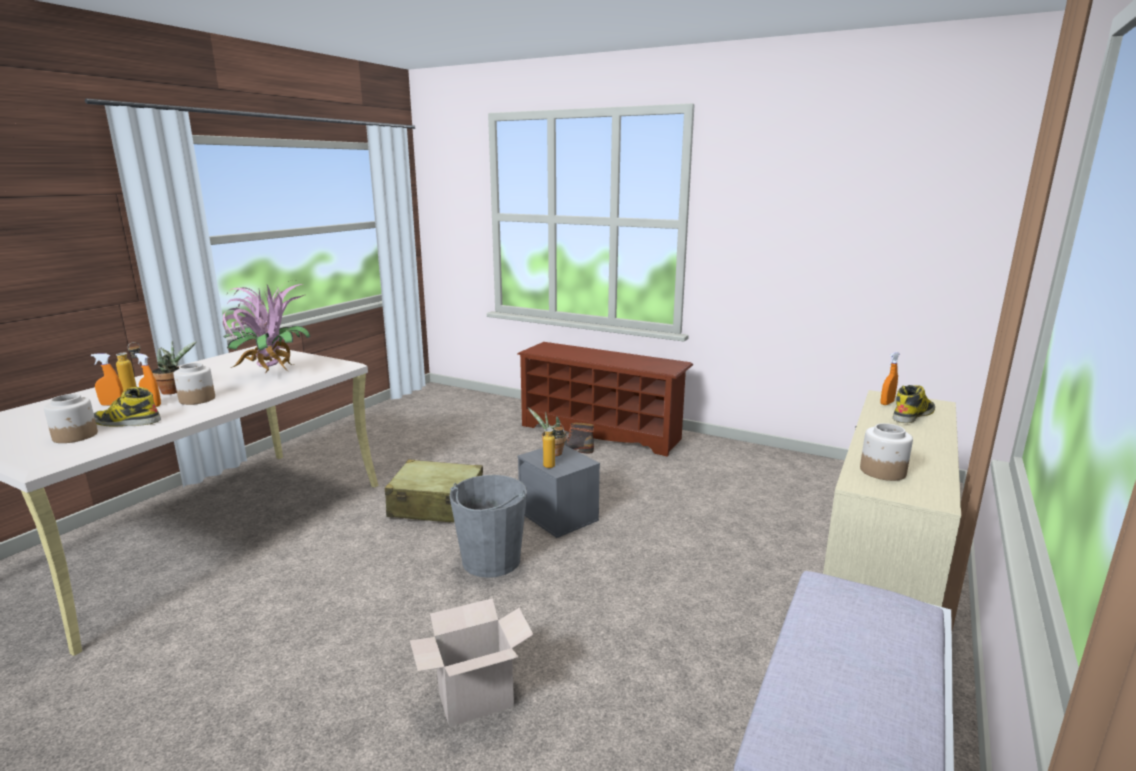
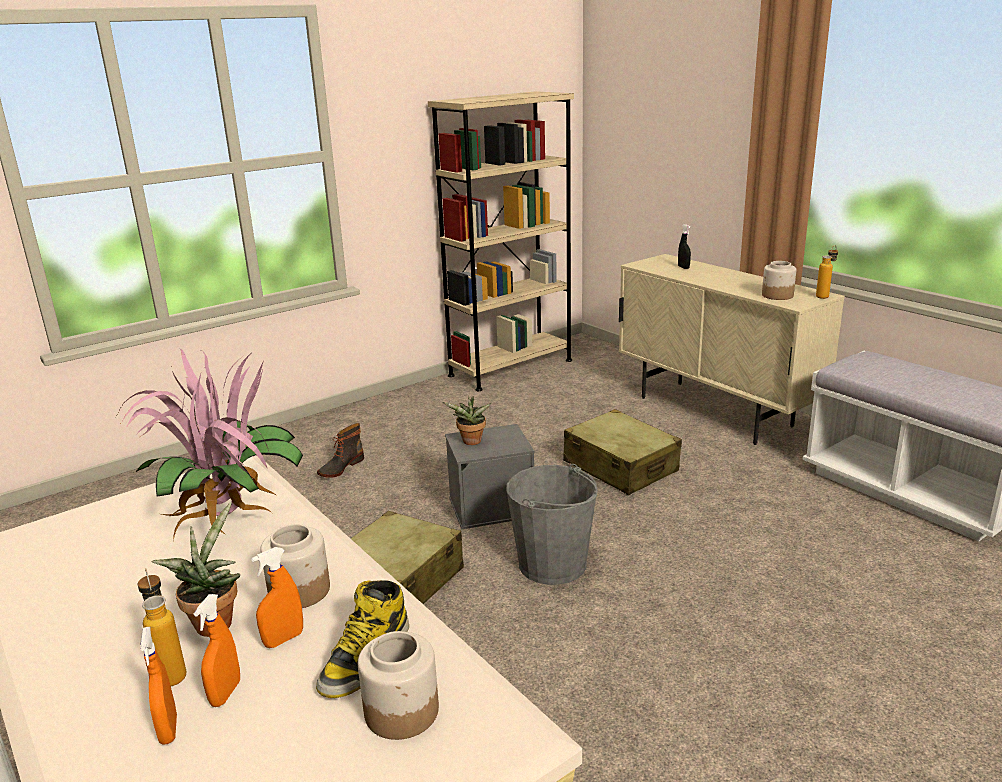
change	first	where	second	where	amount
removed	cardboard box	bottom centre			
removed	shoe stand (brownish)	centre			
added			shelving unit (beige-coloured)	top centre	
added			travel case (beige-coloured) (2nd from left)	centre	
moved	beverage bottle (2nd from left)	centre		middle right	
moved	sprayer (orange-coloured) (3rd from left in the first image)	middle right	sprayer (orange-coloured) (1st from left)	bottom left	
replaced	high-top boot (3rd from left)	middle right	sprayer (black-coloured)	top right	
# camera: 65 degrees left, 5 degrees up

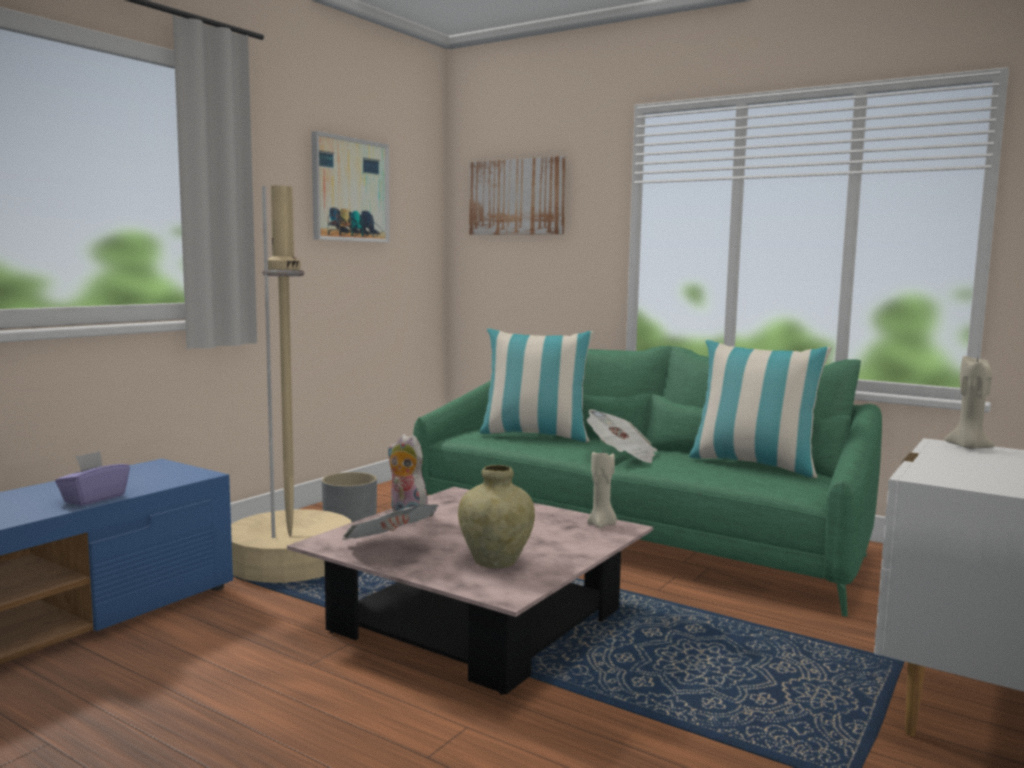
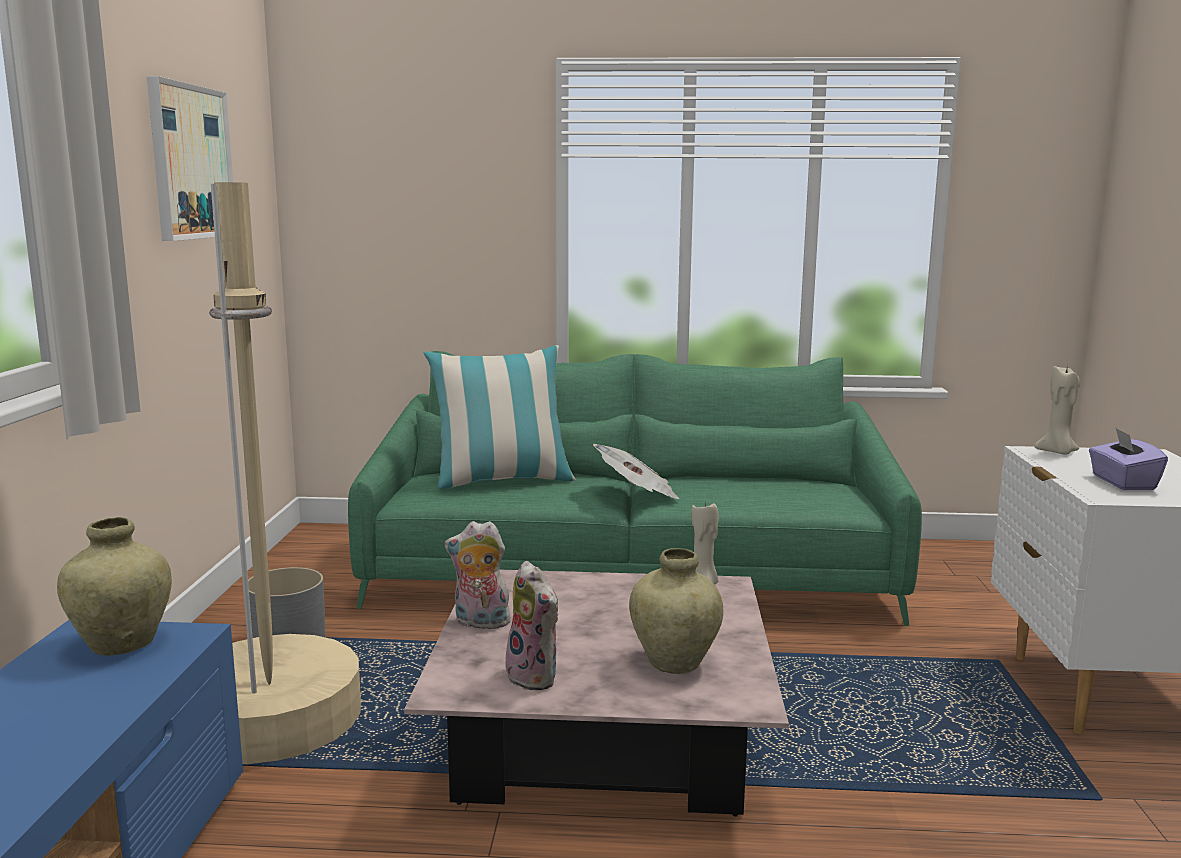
change	first	where	second	where	amount
removed	picture (2nd from left)	top centre			
removed	throw pillow (2nd from left)	middle right			
added			flower vase (beige-coloured) (1st from left)	bottom left	
moved	tissue holder (purple-coloured)	middle left		middle right	
replaced	newspaper (1st from left)	bottom centre	soft toy (2nd from left)	bottom centre	
# camera: 30 degrees left, 5 degrees up

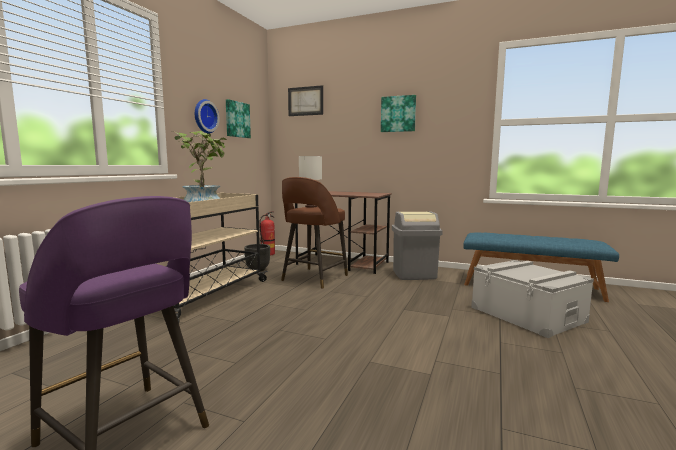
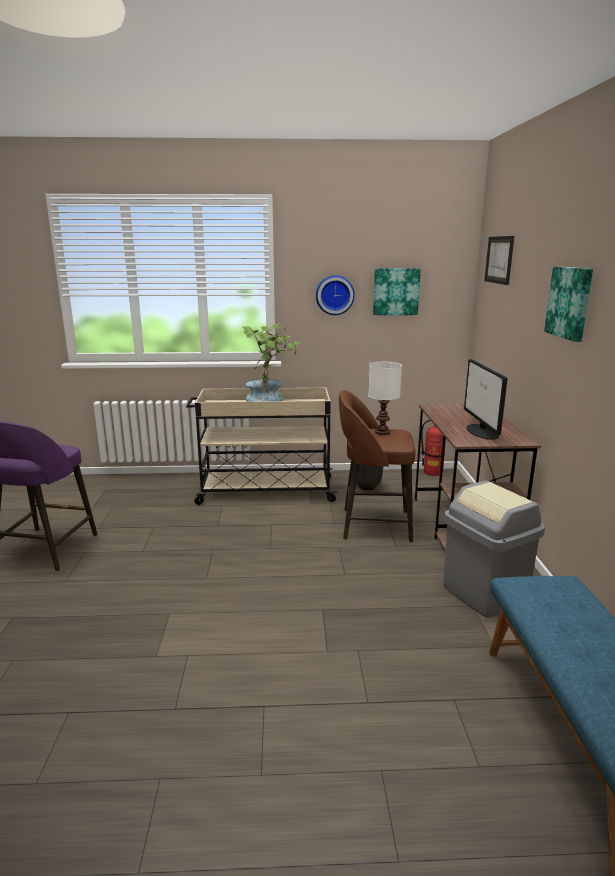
change	first	where	second	where	amount
removed	storage container (gray)	middle right			
added			computer screen	middle right	
# camera: 65 degrees right, 10 degrees up

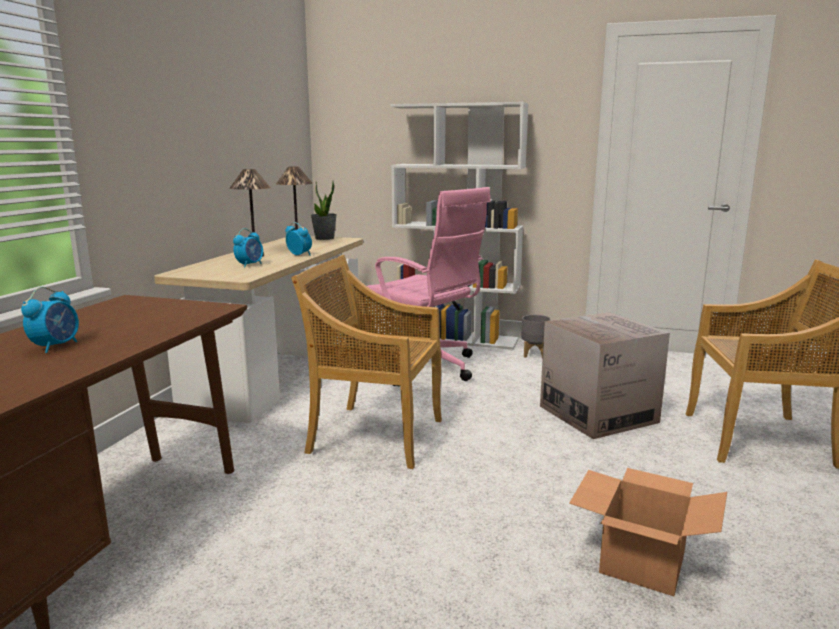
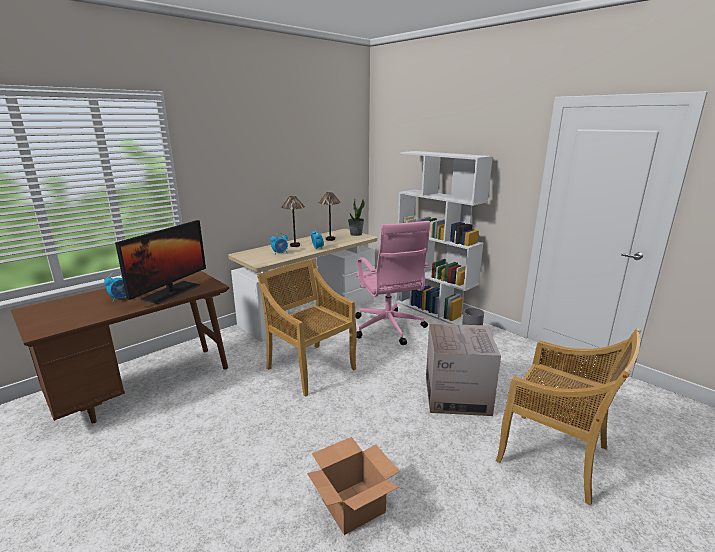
change	first	where	second	where	amount
added			computer screen	middle left	
# camera: 30 degrees right, 5 degrees up

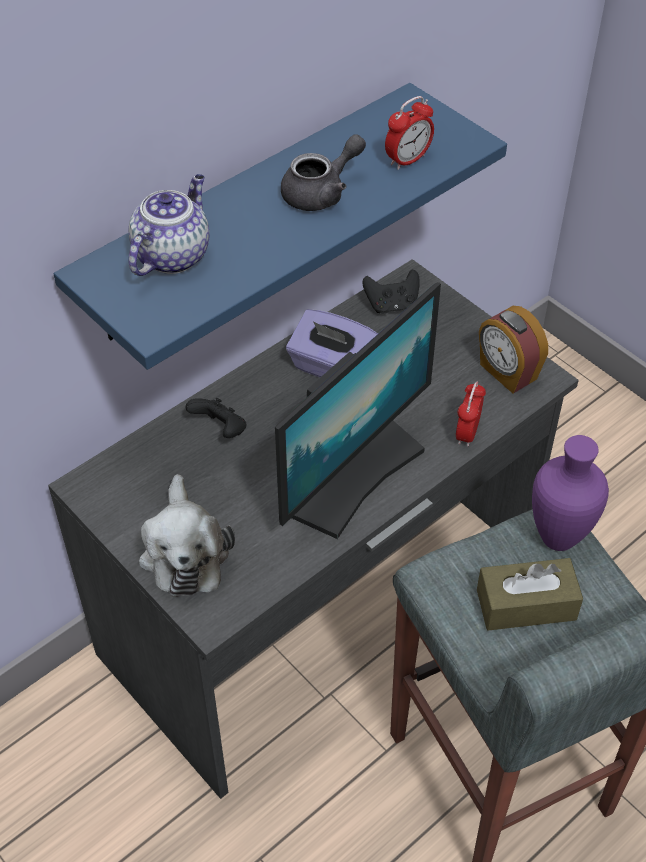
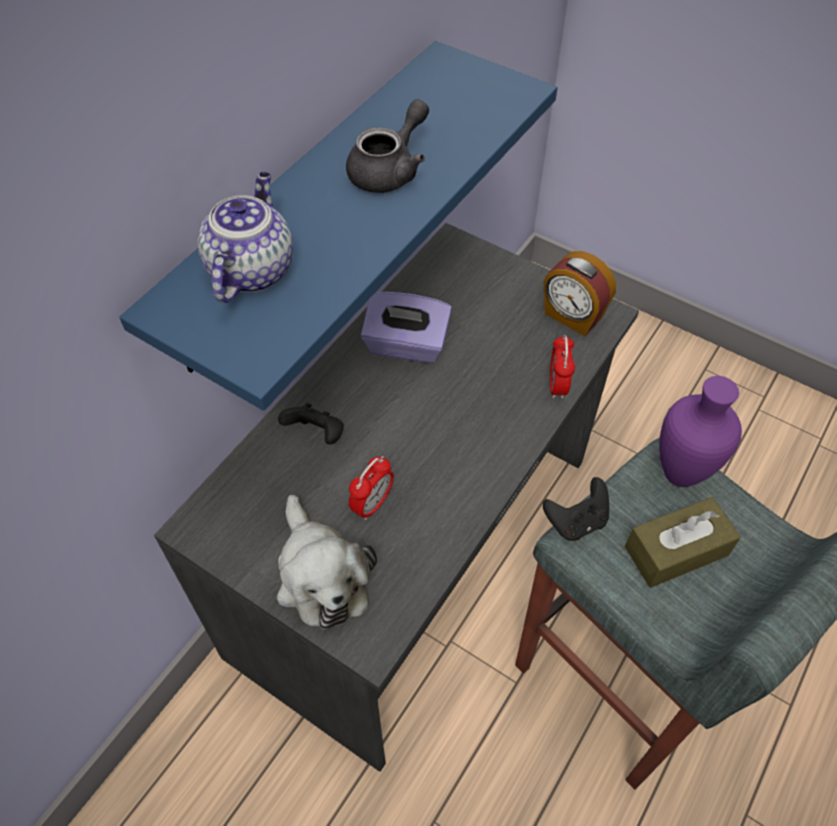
change	first	where	second	where	amount
removed	computer screen	centre			
moved	joypad (black-coloured) (2nd from left)	centre		middle right	
moved	alarm clock (1st from left)	top centre		centre	
# camera: 15 degrees left, 5 degrees up

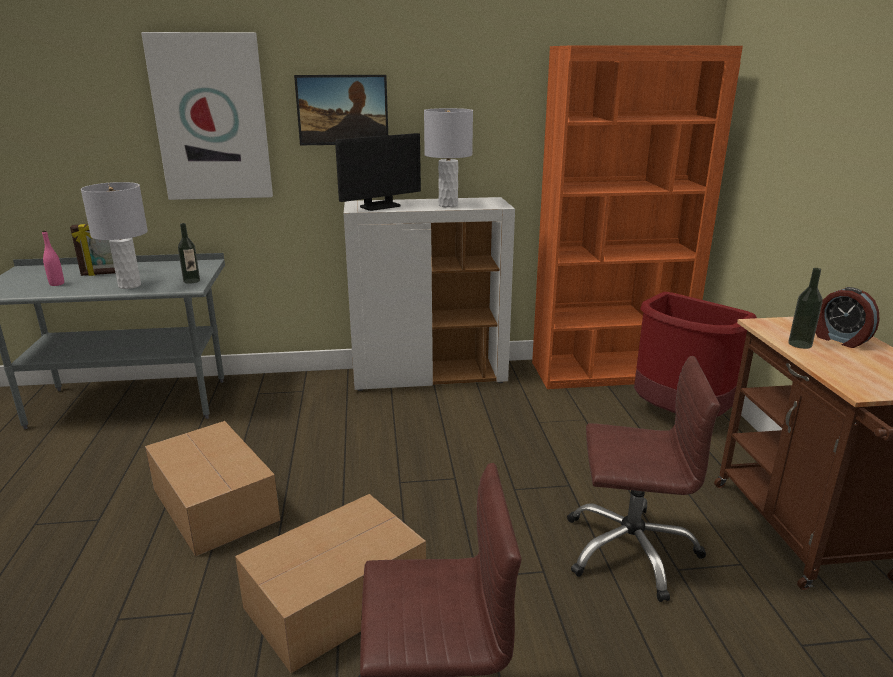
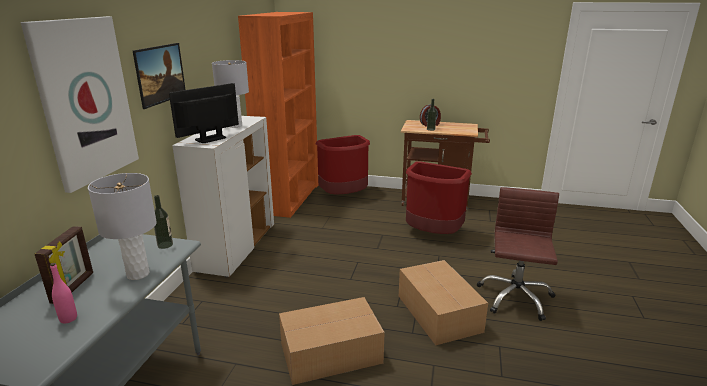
change	first	where	second	where	amount
replaced	desk chair (brownish) (2nd from left)	bottom right	waste bin (red) (2nd from left)	centre	
turned	computer screen	top centre		top left	120 degrees counterclockwise
# camera: 70 degrees left, 0 degrees up

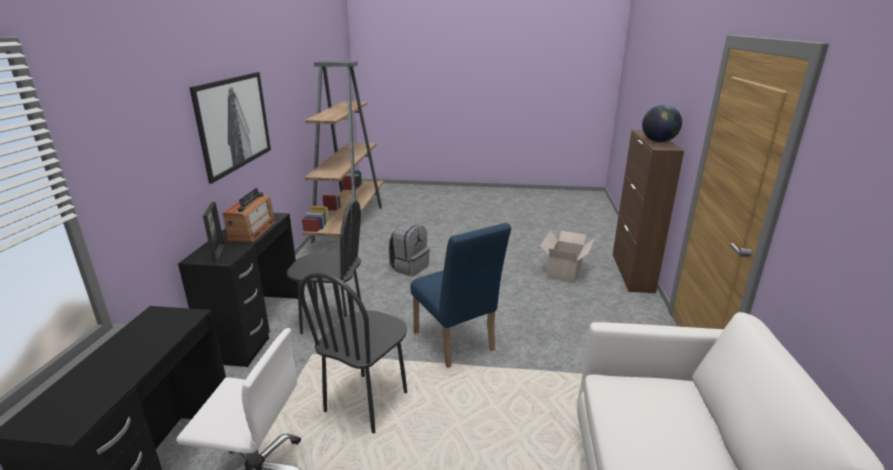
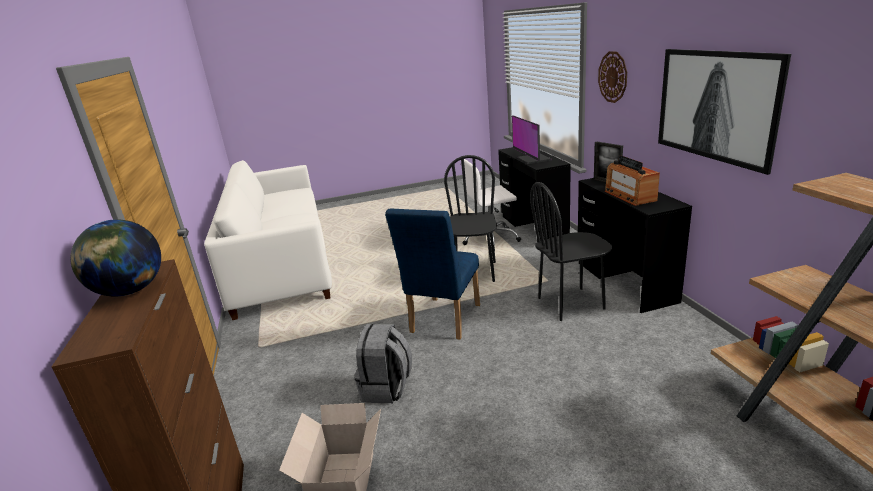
change	first	where	second	where	amount
added			computer screen	top centre	
added			clock on the wall	top right	
moved	knapsack (gray)	centre		bottom centre	
turned	chair (blue)	centre		centre	105 degrees counterclockwise
# camera: 160 degrees right, 0 degrees up

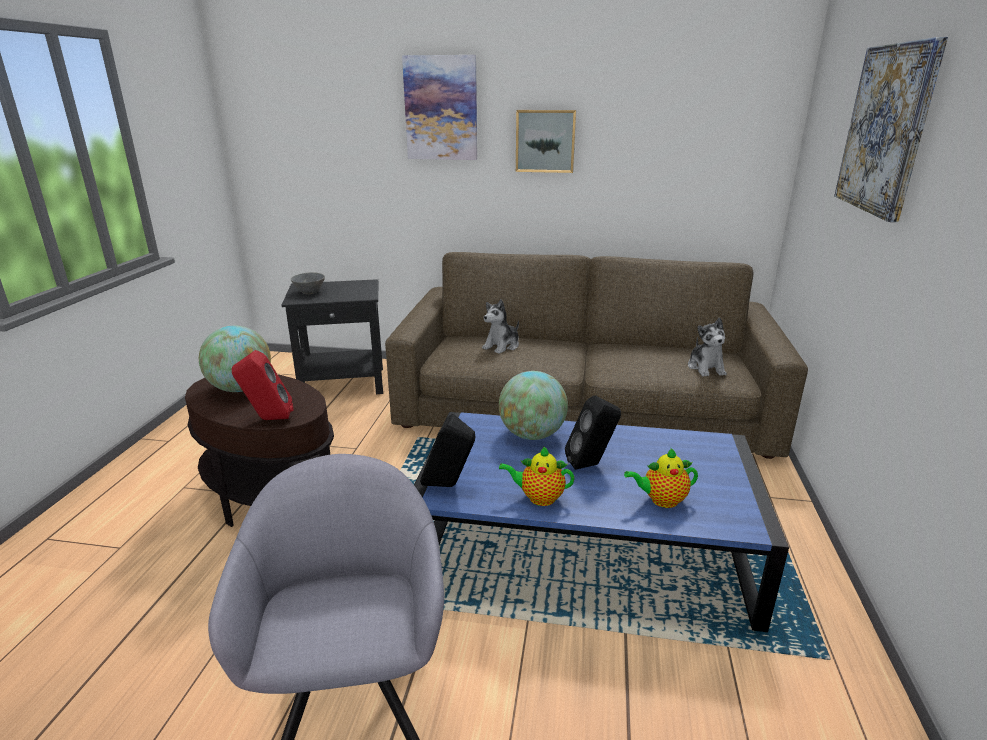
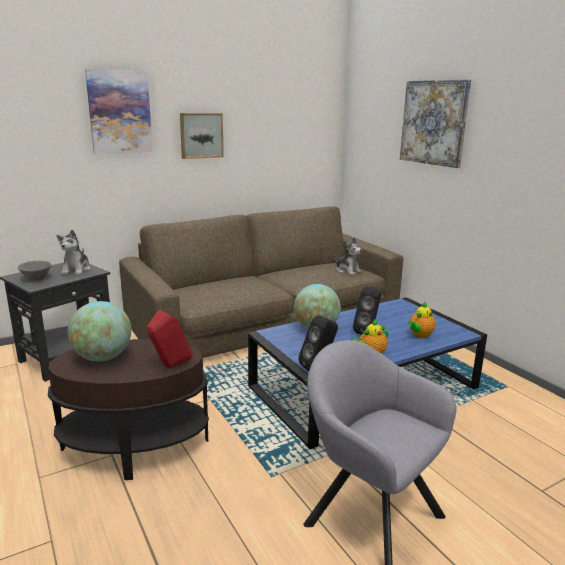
change	first	where	second	where	amount
moved	soft toy (1st from left)	centre		middle left	
# camera: 40 degrees left, 5 degrees down

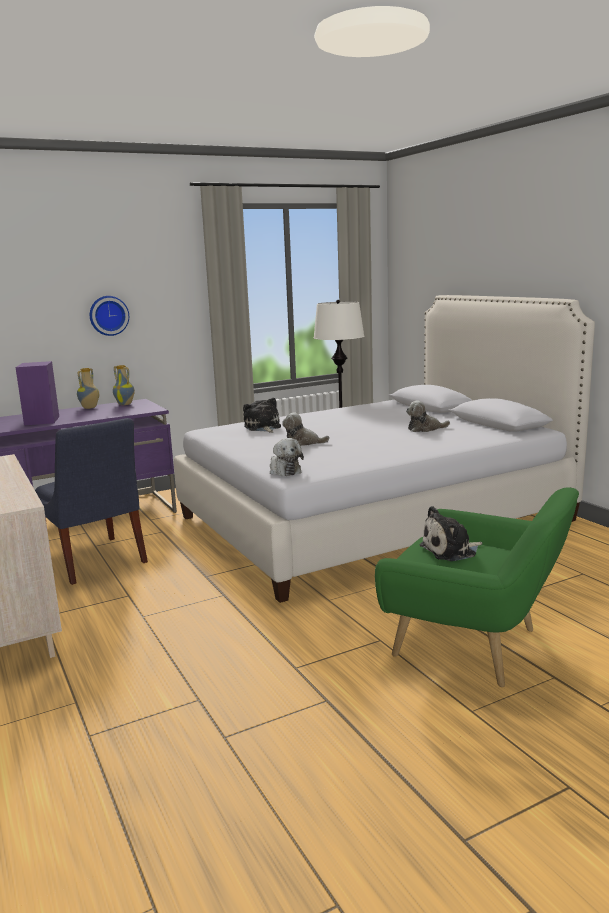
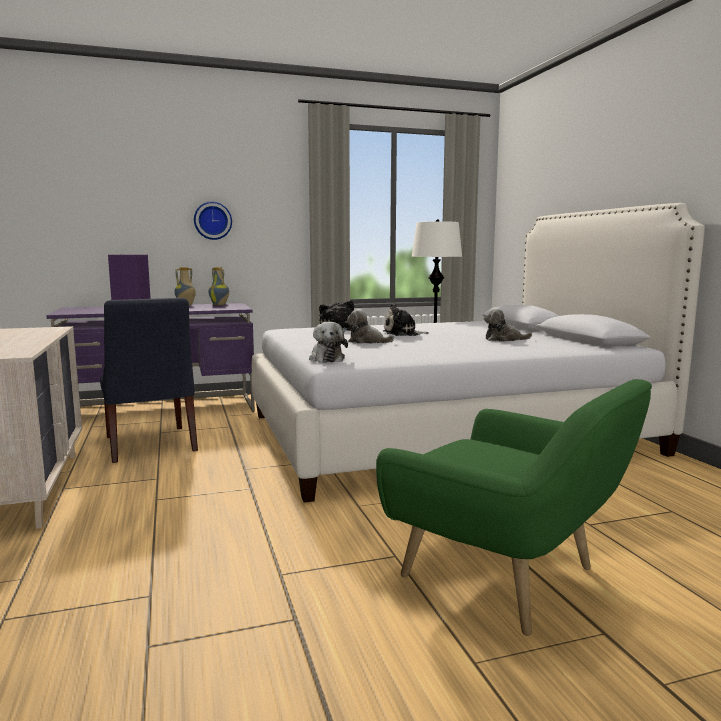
change	first	where	second	where	amount
moved	soft toy (5th from left in the first image)	middle right	soft toy (4th from left)	centre	
# camera: 10 degrees right, 5 degrees down

